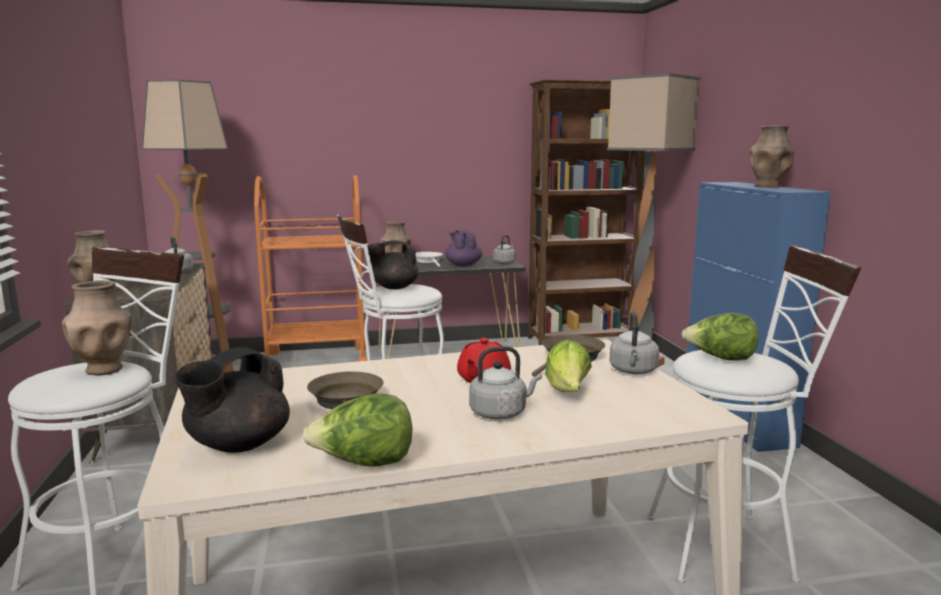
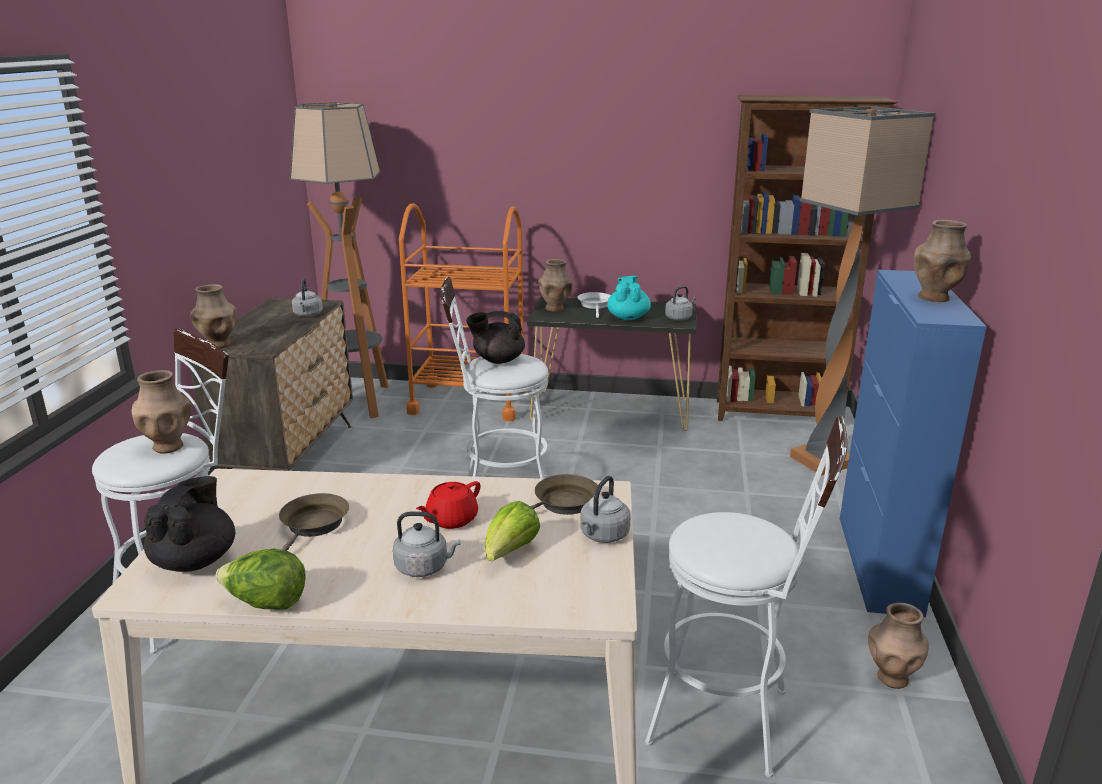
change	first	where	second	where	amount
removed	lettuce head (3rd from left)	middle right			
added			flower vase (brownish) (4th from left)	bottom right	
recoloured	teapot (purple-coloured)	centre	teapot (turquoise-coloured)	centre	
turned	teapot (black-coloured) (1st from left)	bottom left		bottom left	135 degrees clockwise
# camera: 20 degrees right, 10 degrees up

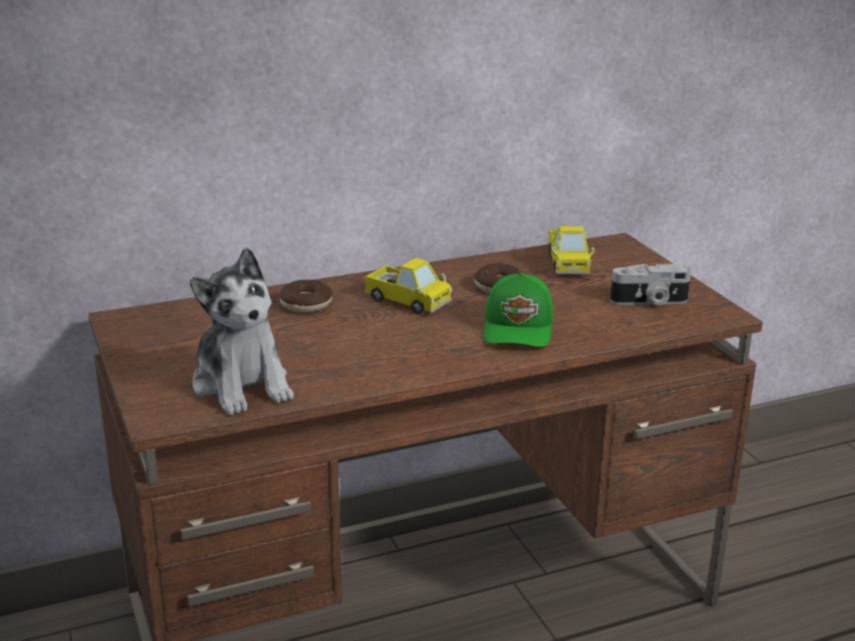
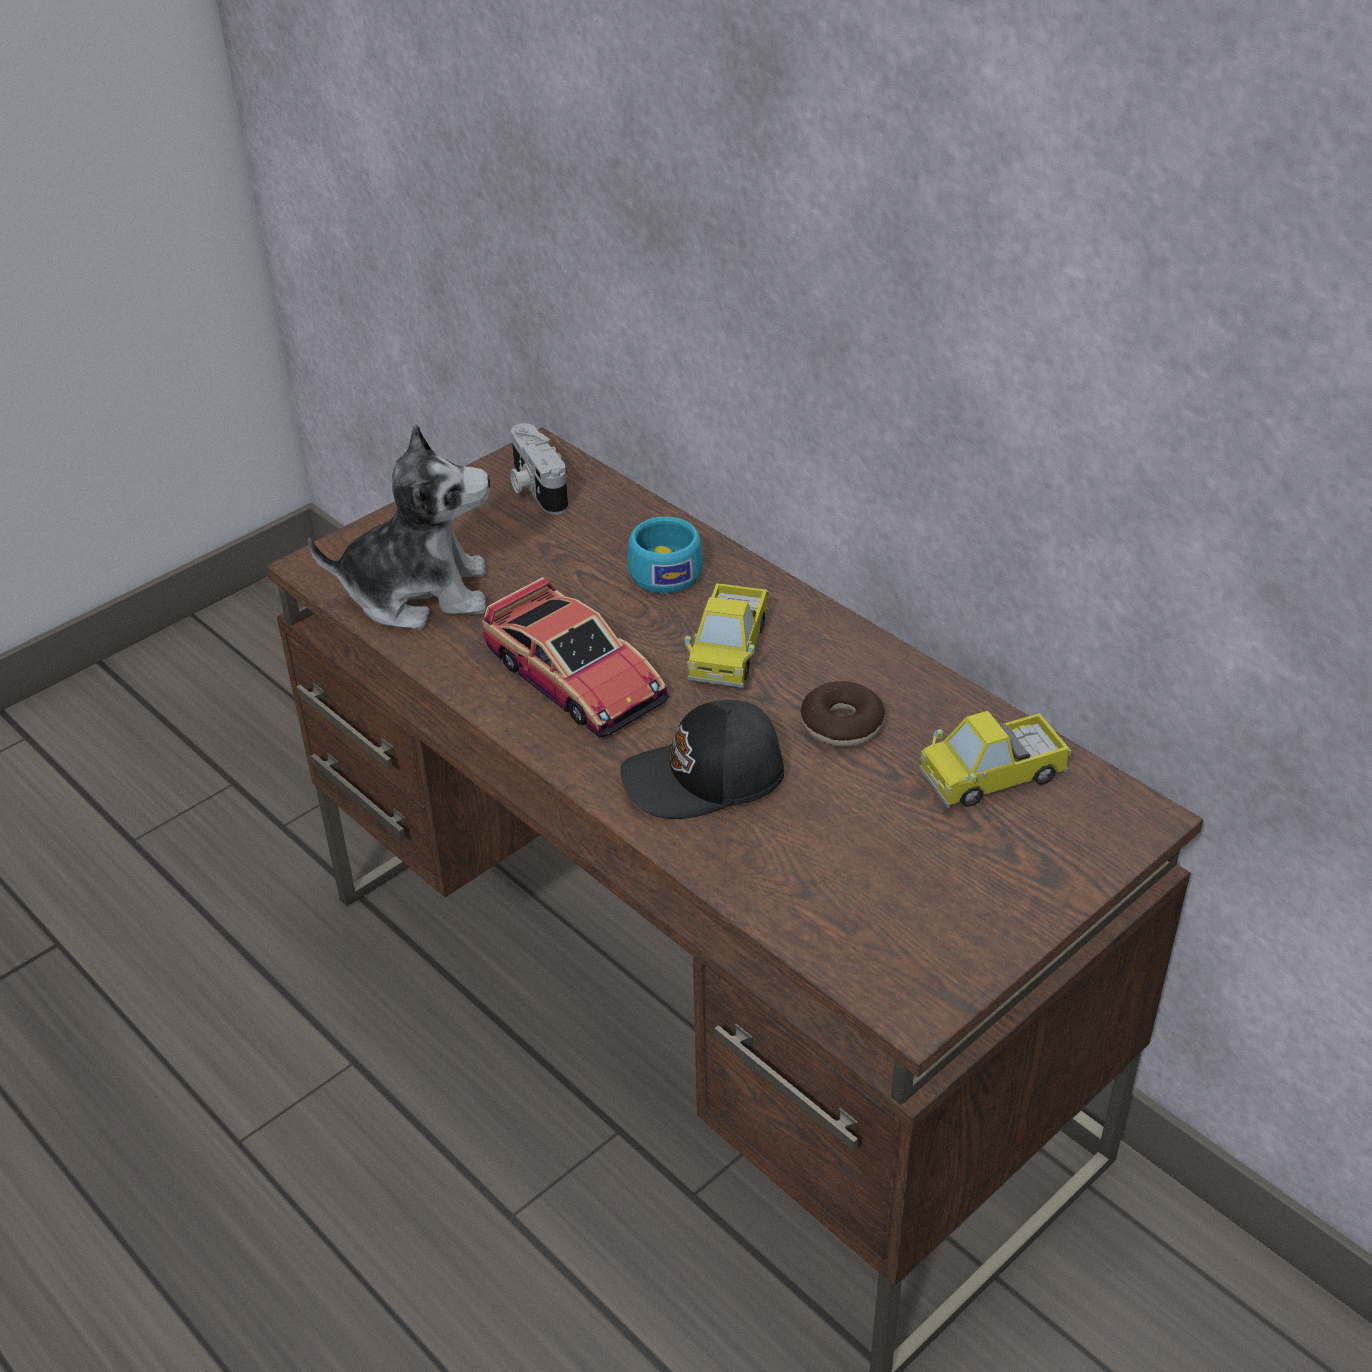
change	first	where	second	where	amount
added			miniature car	centre	
moved	photo camera	middle right		centre	
replaced	donut (1st from left)	centre	small cup (turquoise-coloured)	centre	
recoloured	baseball cap (green)	centre	baseball cap (black-coloured)	centre	
turned	soft toy	middle left		middle left	135 degrees counterclockwise
# camera: 70 degrees right, 15 degrees up

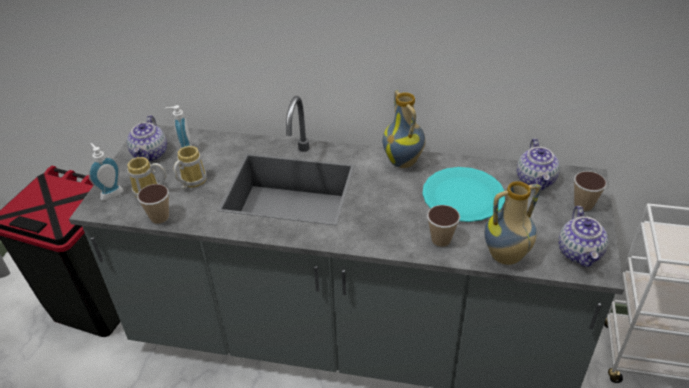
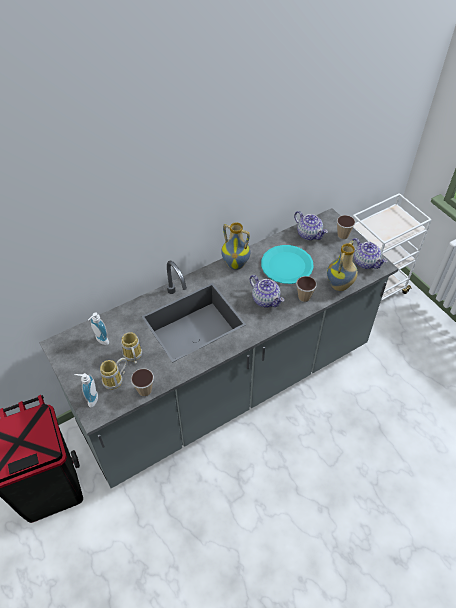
change	first	where	second	where	amount
moved	teapot (1st from left)	middle left		centre	
# camera: 45 degrees left, 10 degrees up

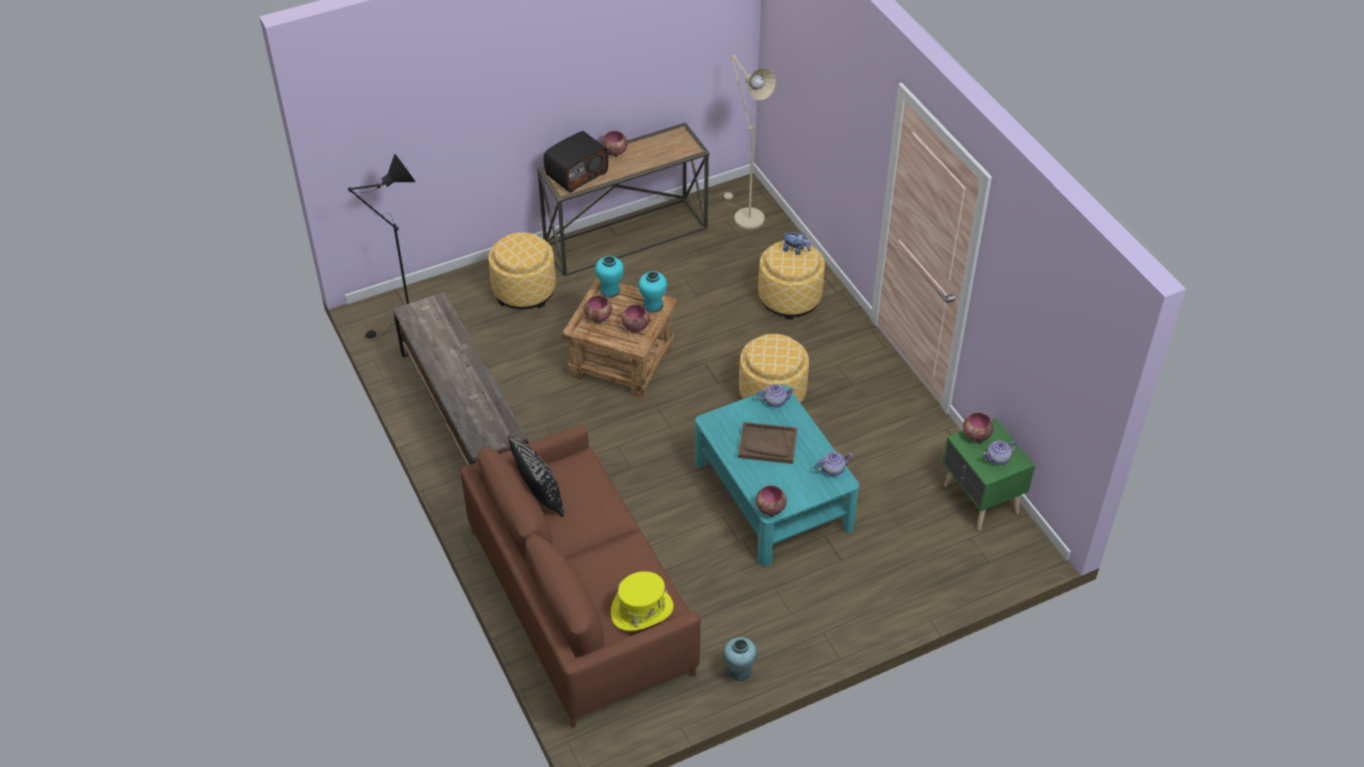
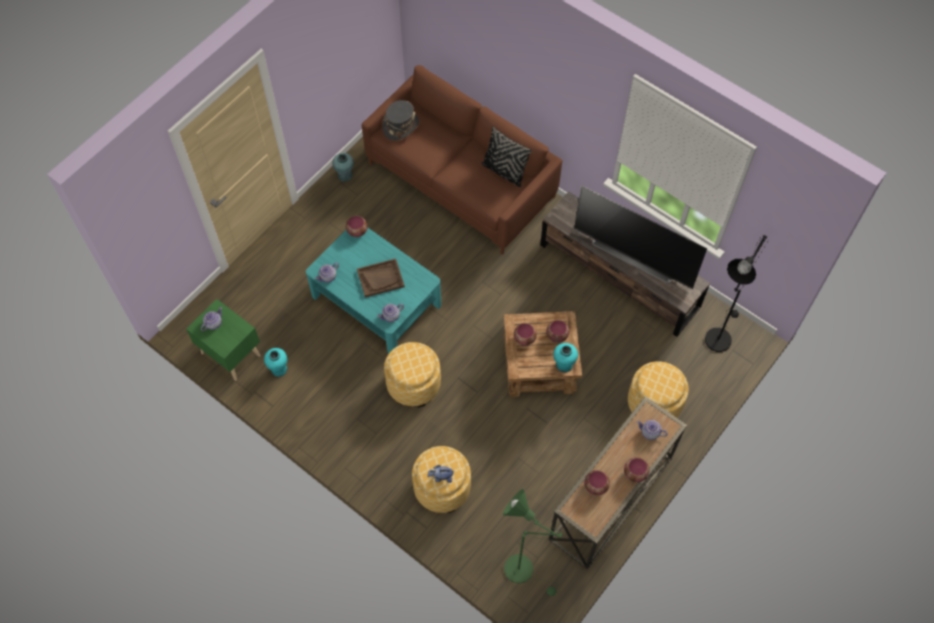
change	first	where	second	where	amount
added			TV	middle right	
moved	flower vase (turquoise-coloured) (2nd from left in the first image)	centre	flower vase (turquoise-coloured) (1st from left)	middle left	
moved	deep dish (5th from left in the first image)	middle right	deep dish (4th from left)	bottom centre	
replaced	radio receiver	top centre	teapot (4th from left)	bottom right	
recoloured	wearable hat (yellow-coloured)	bottom centre	wearable hat (gray)	top centre	
recoloured	standard lamp (beige-coloured)	top centre	standard lamp (green)	bottom centre	
# camera: 155 degrees right, 15 degrees up

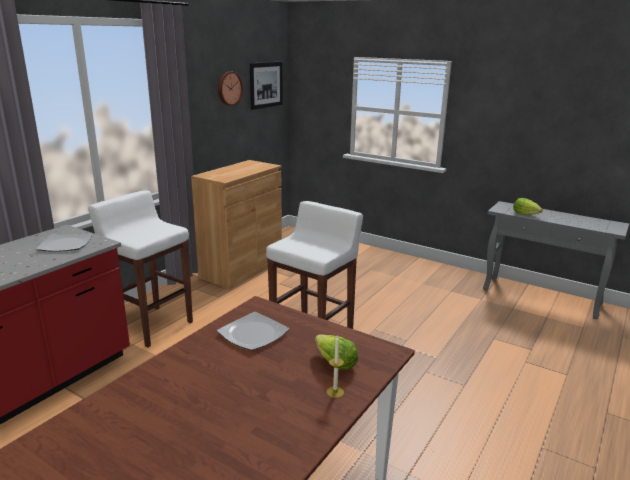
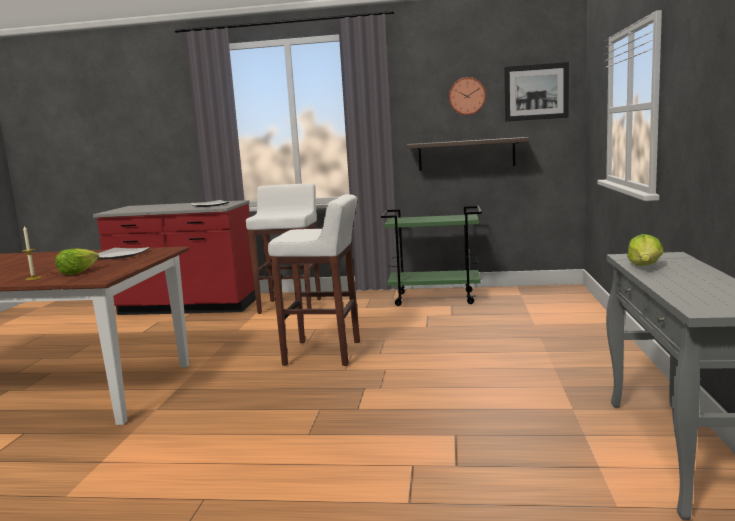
change	first	where	second	where	amount
added			shelf	top centre	
replaced	cupboard (brownish)	centre	trolley (green)	centre	
# camera: 65 degrees right, 10 degrees down

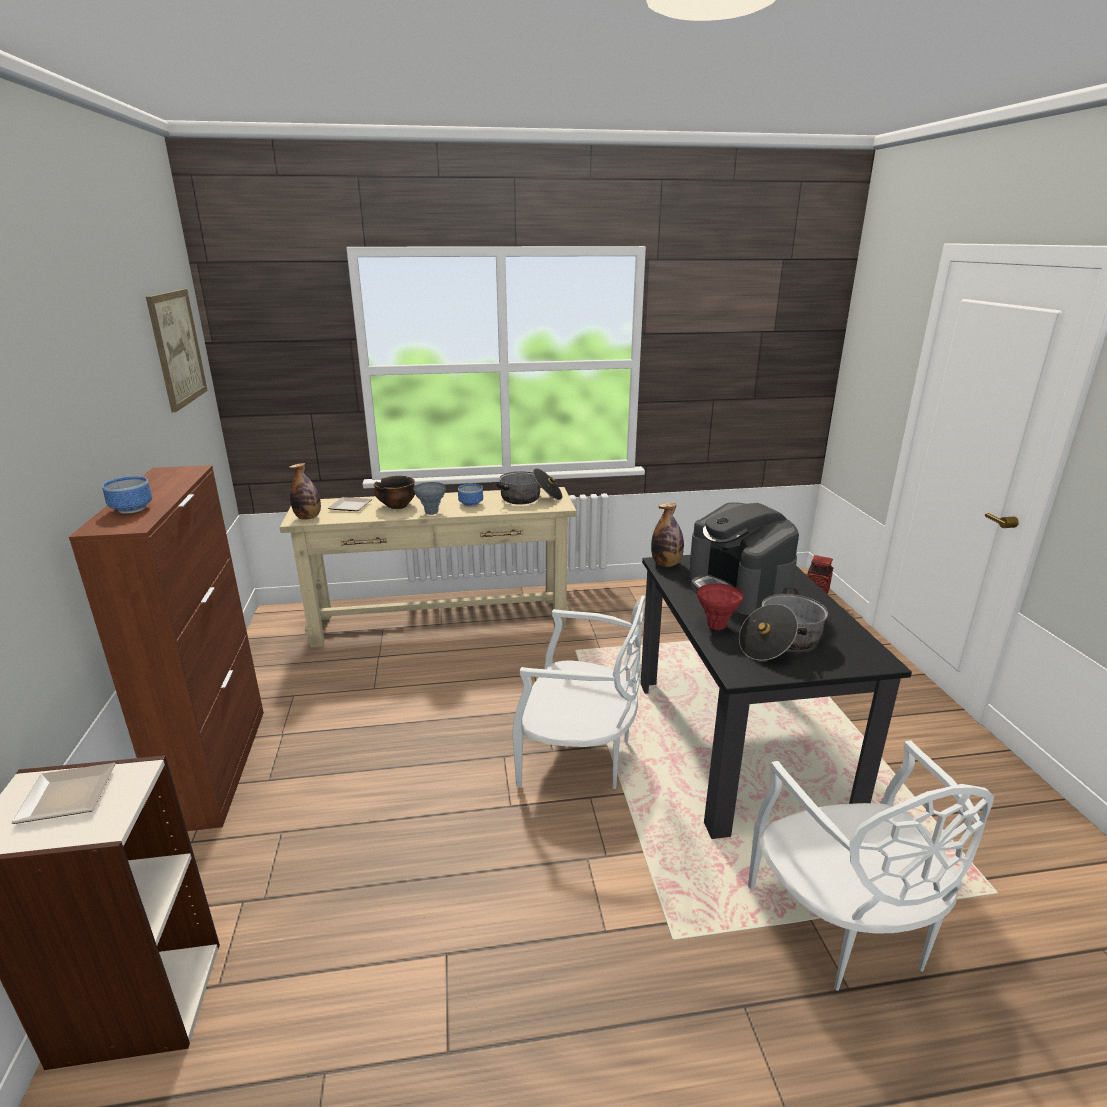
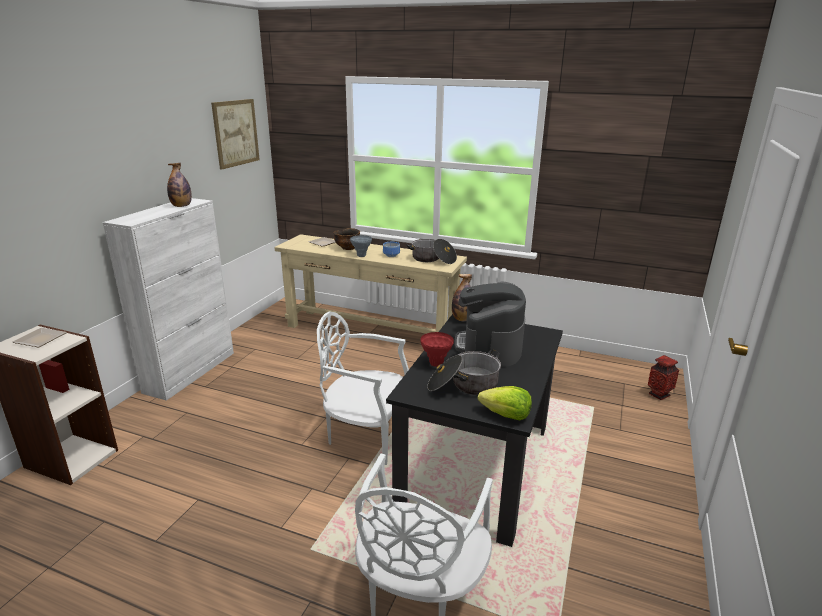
change	first	where	second	where	amount
removed	deep dish (1st from left)	middle left			
added			lettuce head	centre	
moved	beverage bottle (1st from left)	middle left		top left	
recoloured	cupboard (brownish)	middle left	cupboard (whitish)	middle left	
turned	chair (whitish) (1st from left)	centre		centre	150 degrees clockwise
# camera: 30 degrees right, 0 degrees up

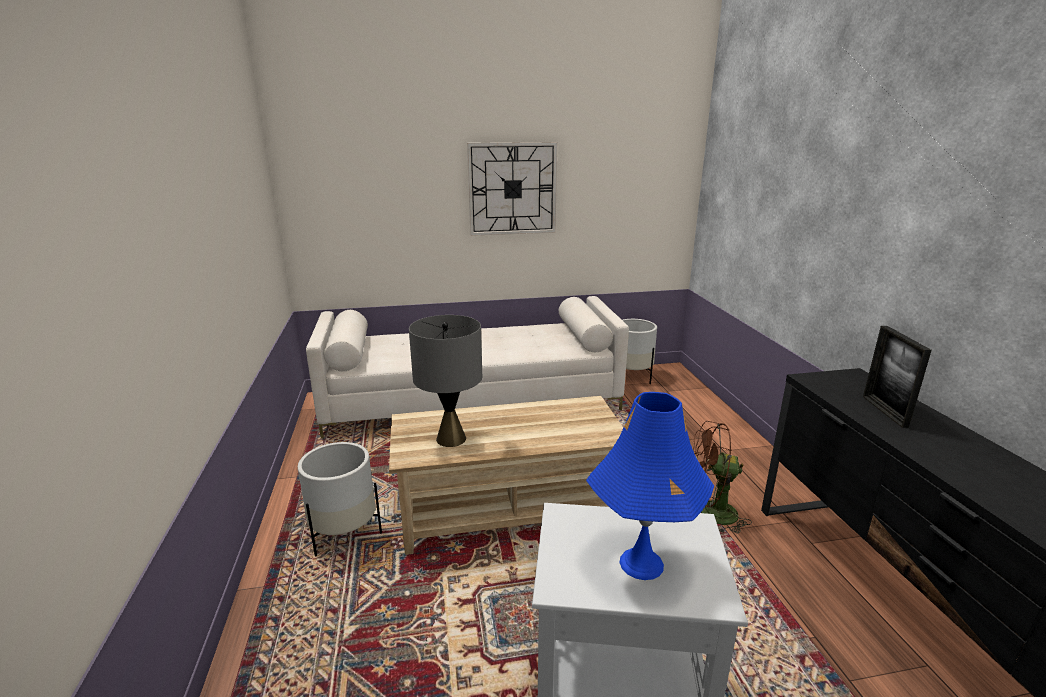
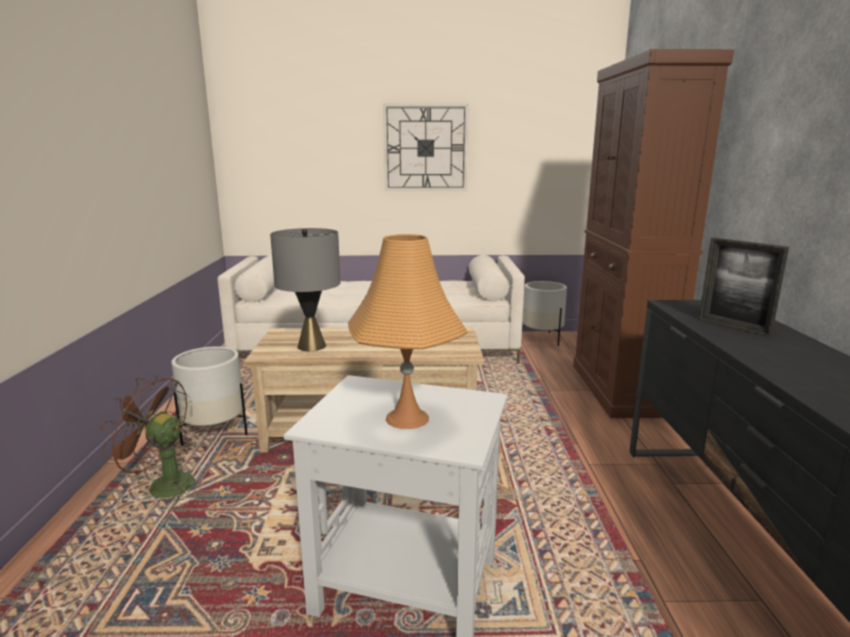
change	first	where	second	where	amount
added			cupboard (brownish)	middle right	
moved	cooling fan (brownish)	bottom right		bottom left	
recoloured	tabletop lamp (blue)	bottom centre	tabletop lamp (orange-coloured)	centre	
turned	picture frame	middle right		middle right	45 degrees counterclockwise
# camera: 10 degrees right, 5 degrees down

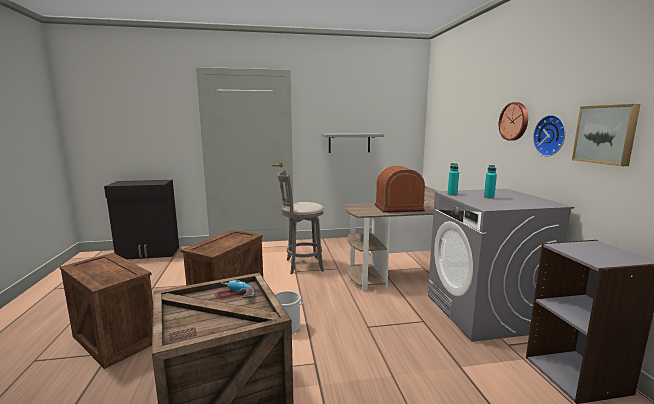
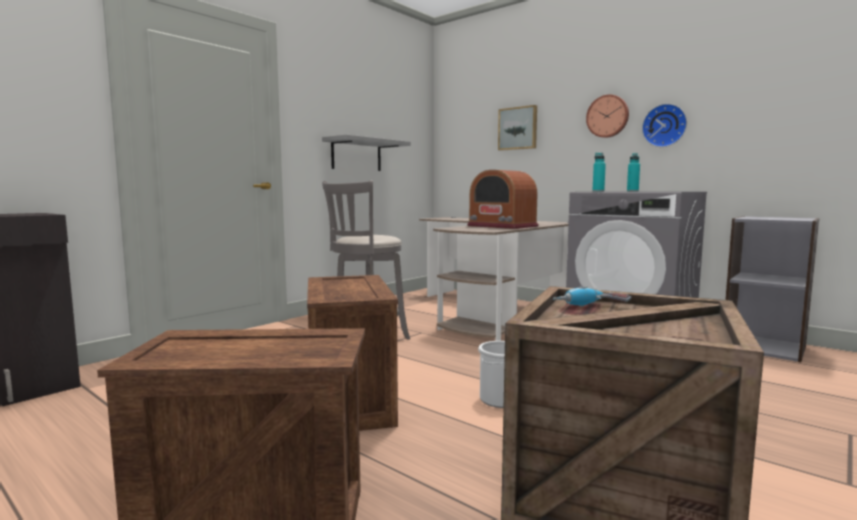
change	first	where	second	where	amount
moved	picture	middle right		top centre	
turned	radio receiver	centre		centre	90 degrees counterclockwise
# camera: 40 degrees left, 5 degrees down

